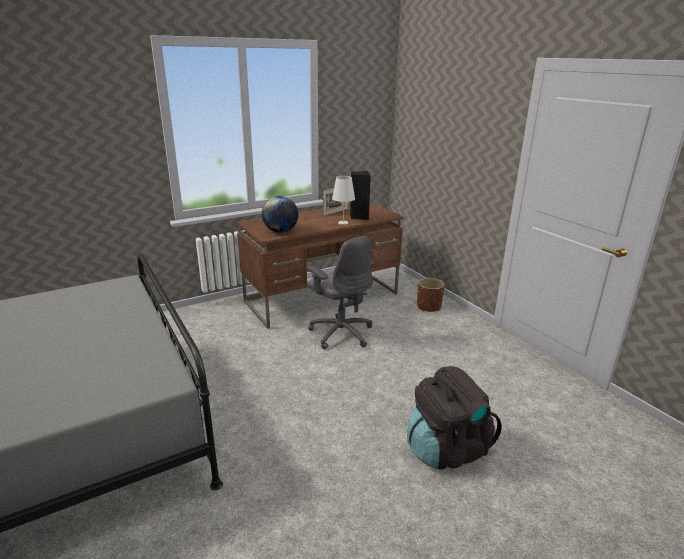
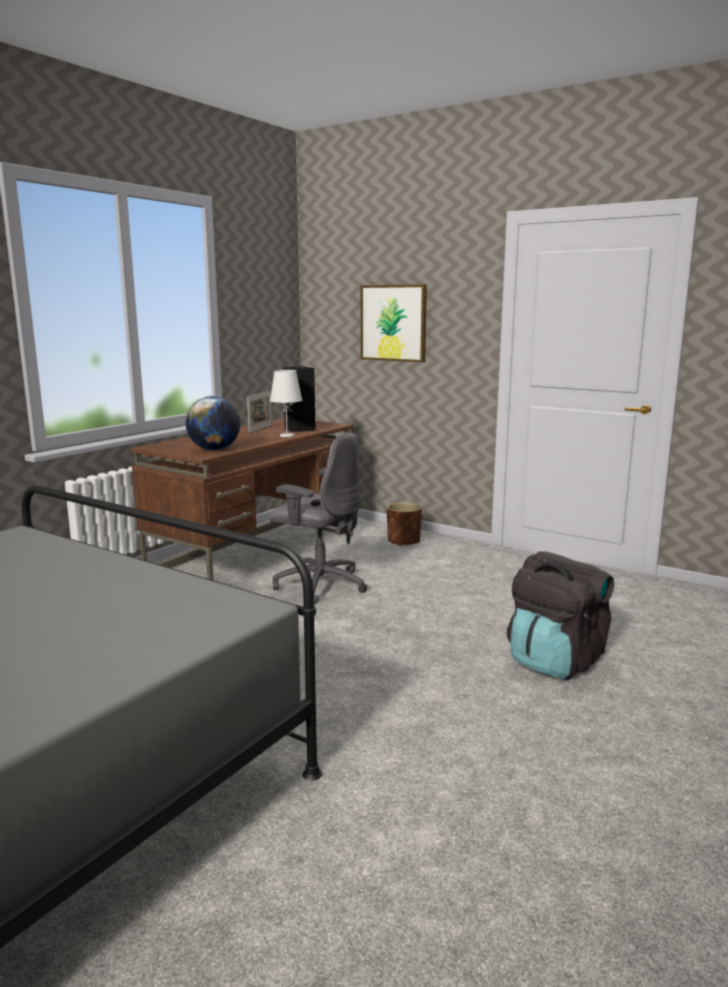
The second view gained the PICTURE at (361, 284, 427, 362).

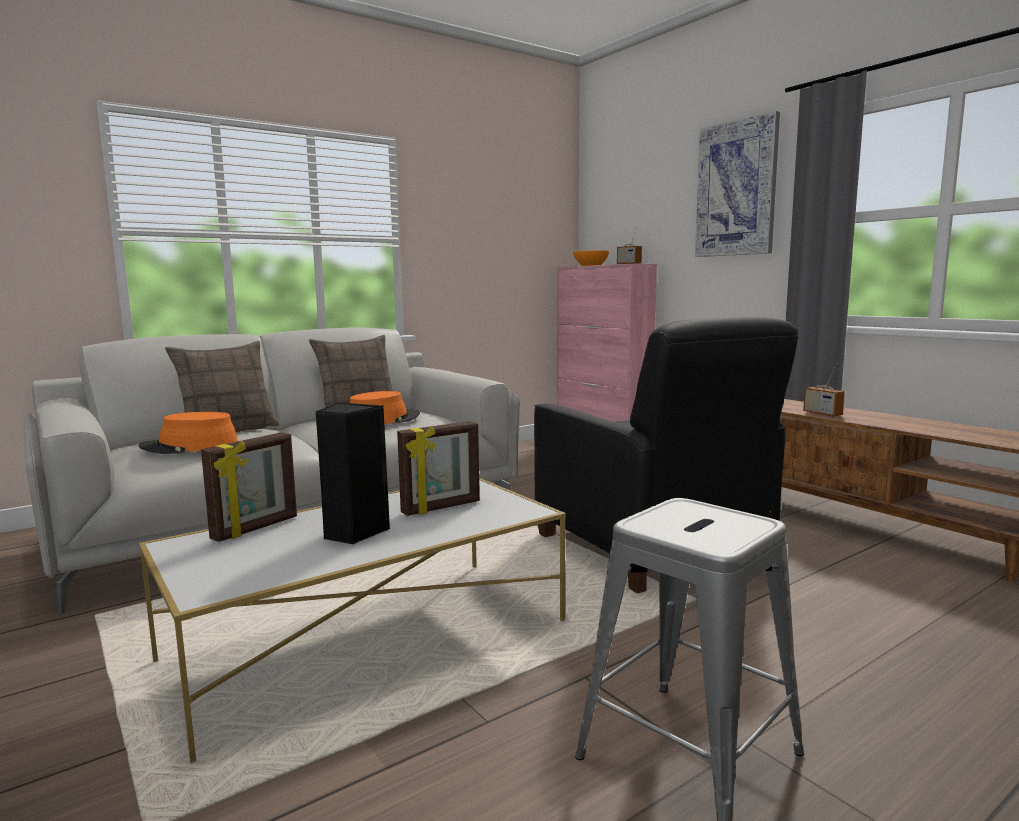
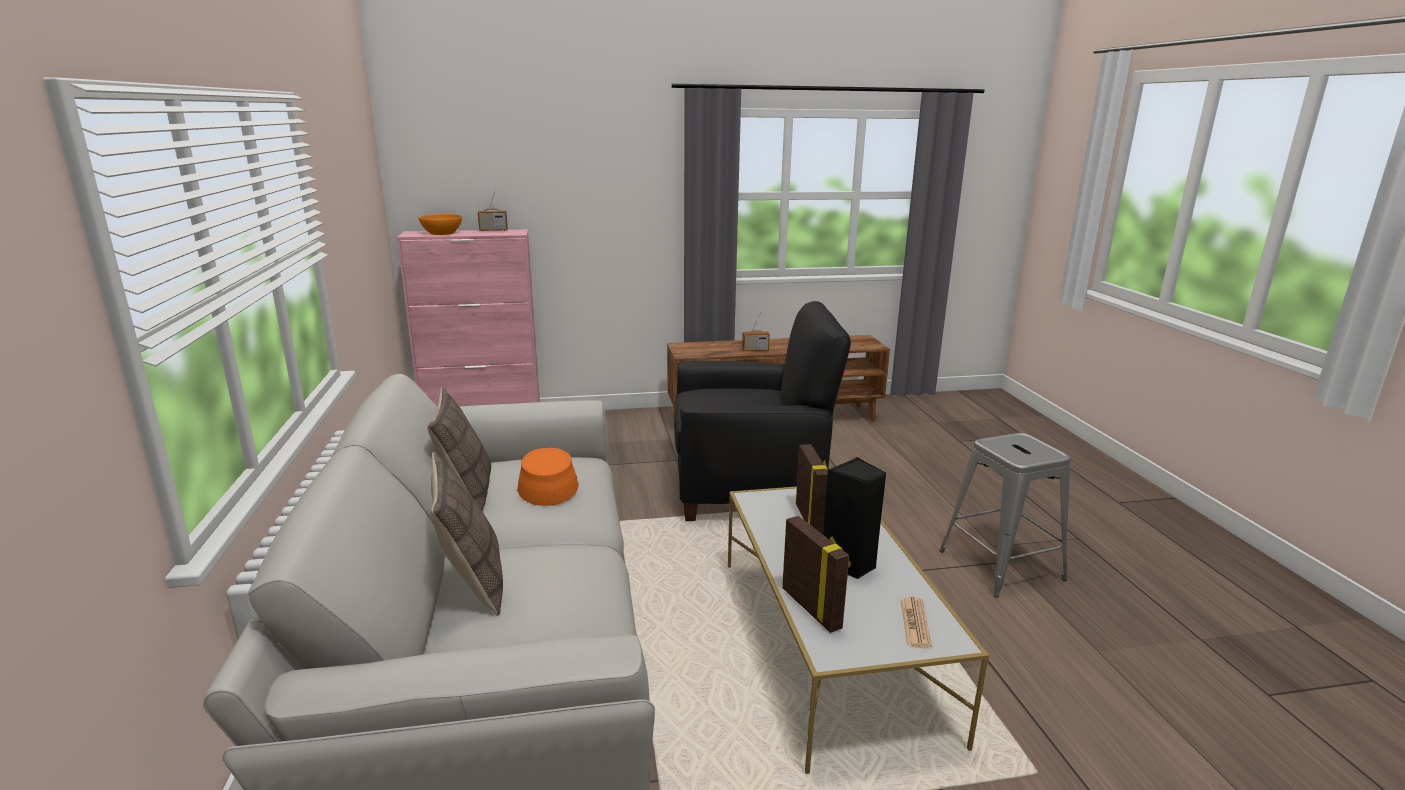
The second view lost the ORANGE HAT at (139, 412, 238, 454).
The second view lost the PICTURE at (695, 111, 780, 257).
The second view gained the NEWSPAPER at (901, 597, 932, 649).

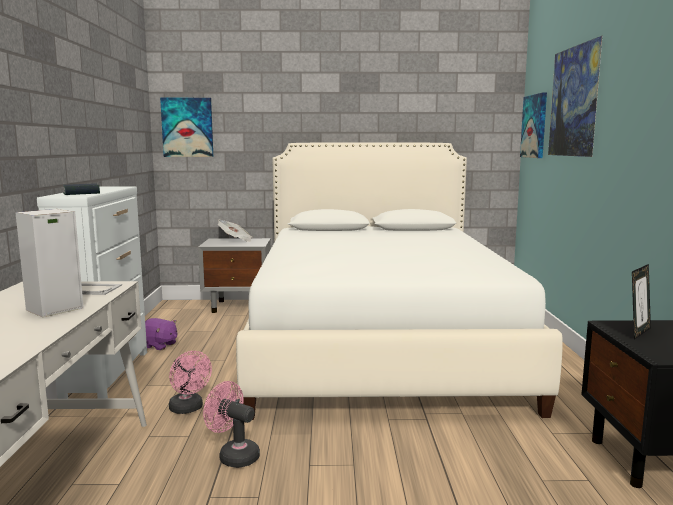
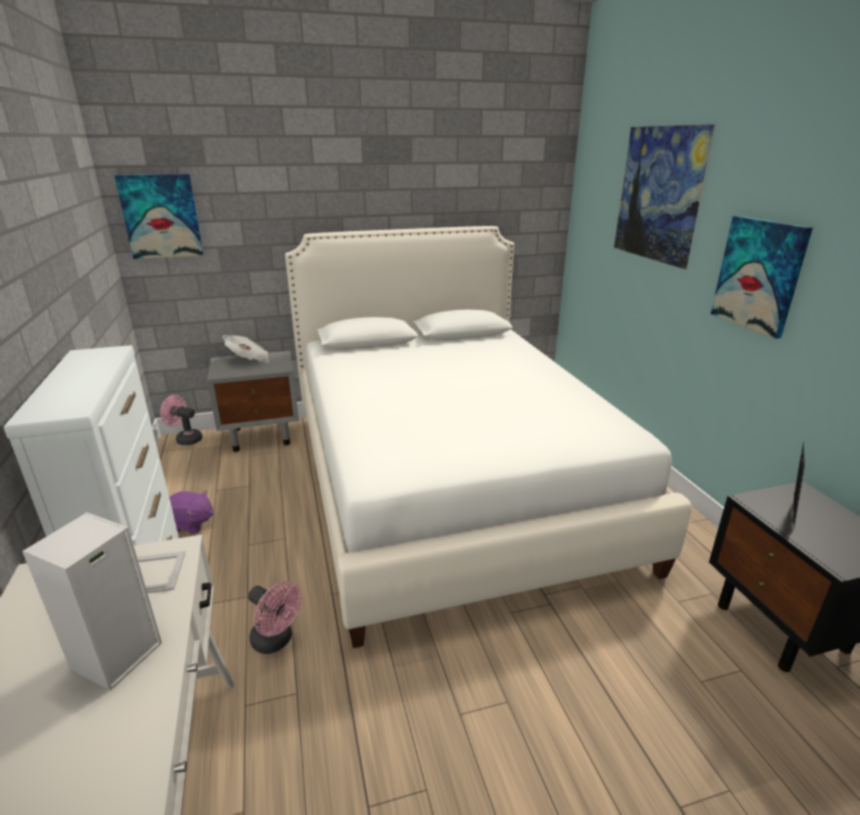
The second view lost the BOOK at (63, 183, 100, 195).
The PINK FAN ended up elsewhere, having gone from (203, 381, 260, 468) to (160, 395, 203, 445).
The PICTURE ended up elsewhere, having gone from (520, 92, 547, 158) to (711, 216, 813, 339).

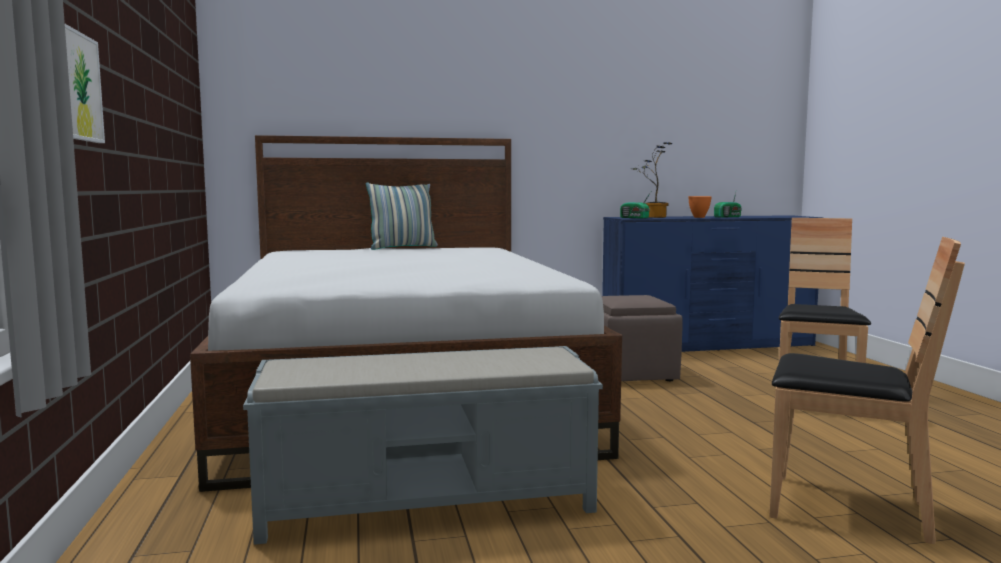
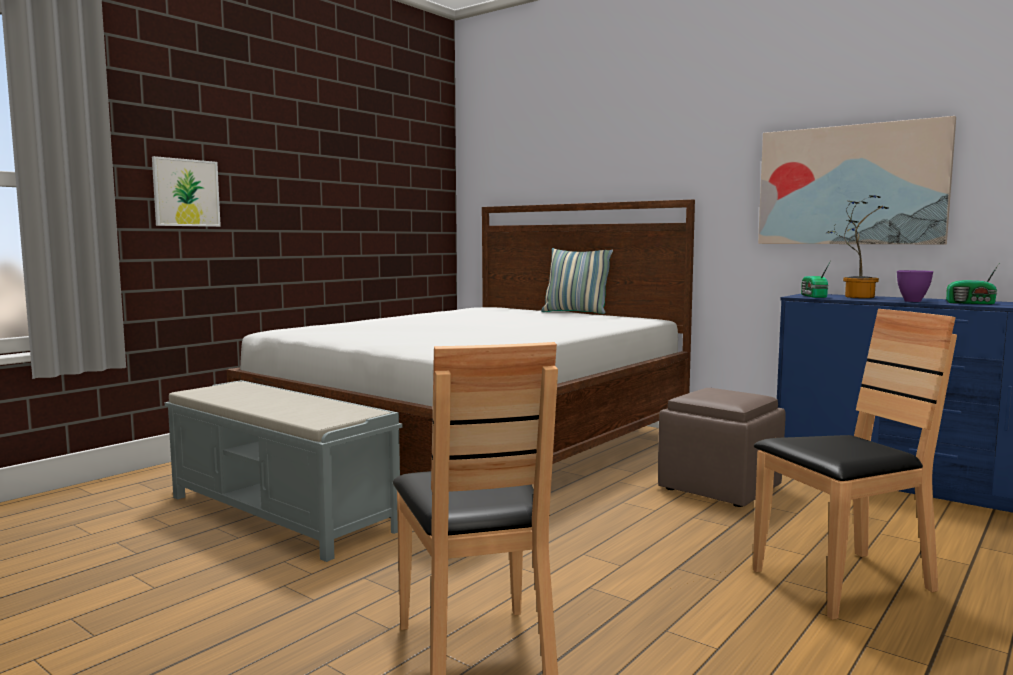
The second view gained the PICTURE at (758, 116, 956, 244).
What was the ORANGE BOWL at (688, 196, 711, 218) turned into the PURPLE BOWL at (897, 270, 933, 302).

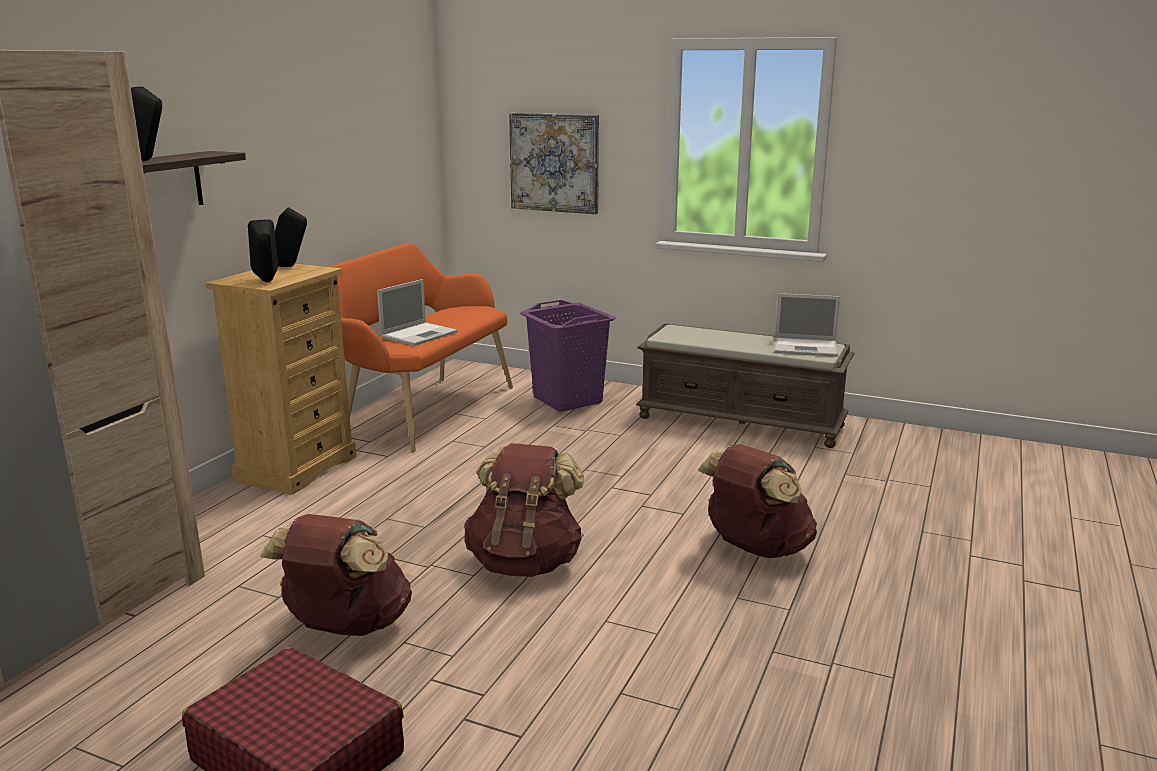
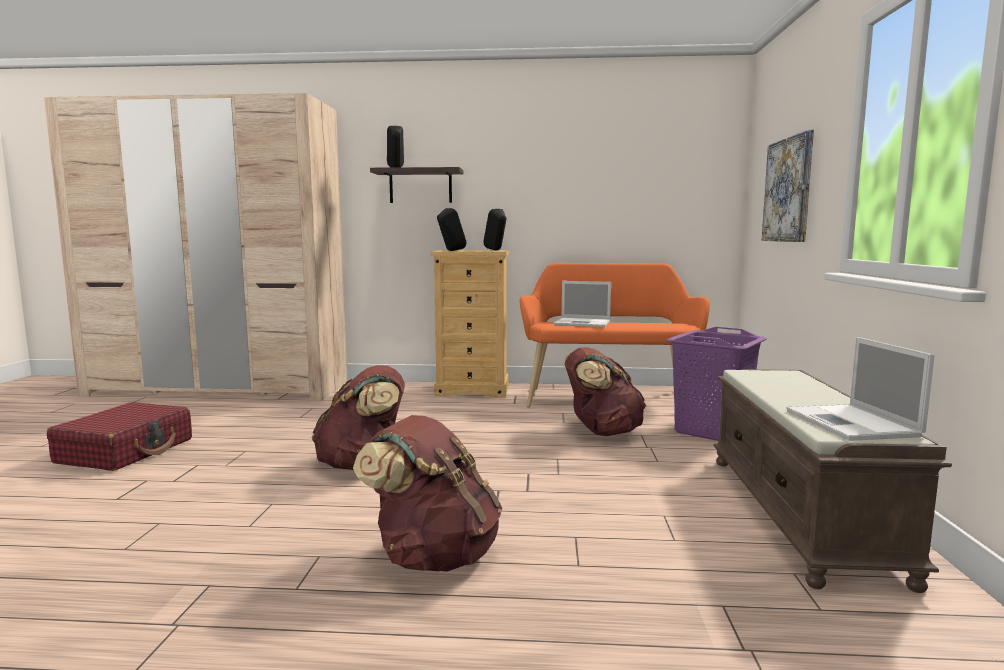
The BROWN BACKPACK ended up elsewhere, having gone from (260, 514, 412, 636) to (564, 347, 646, 436).

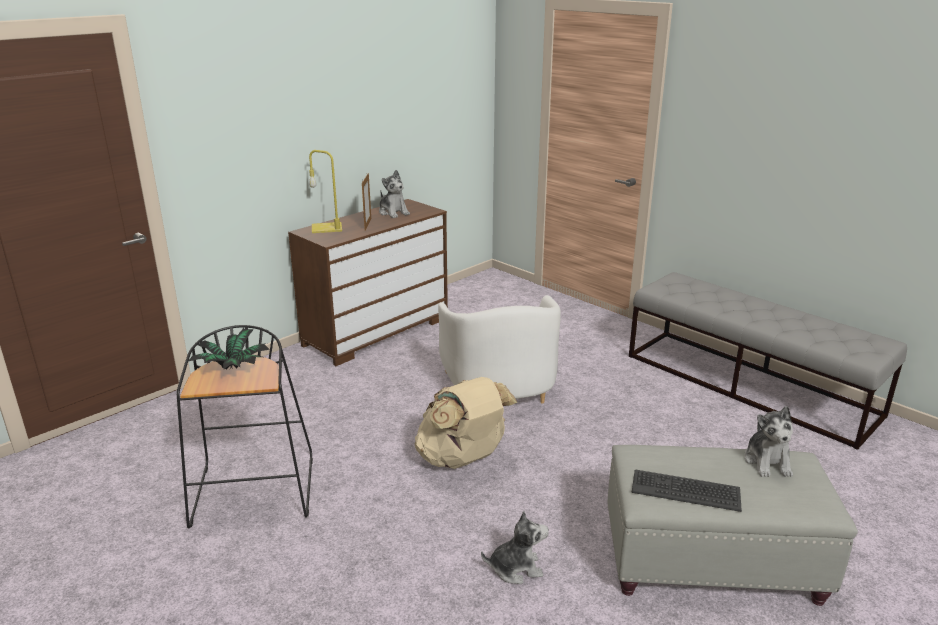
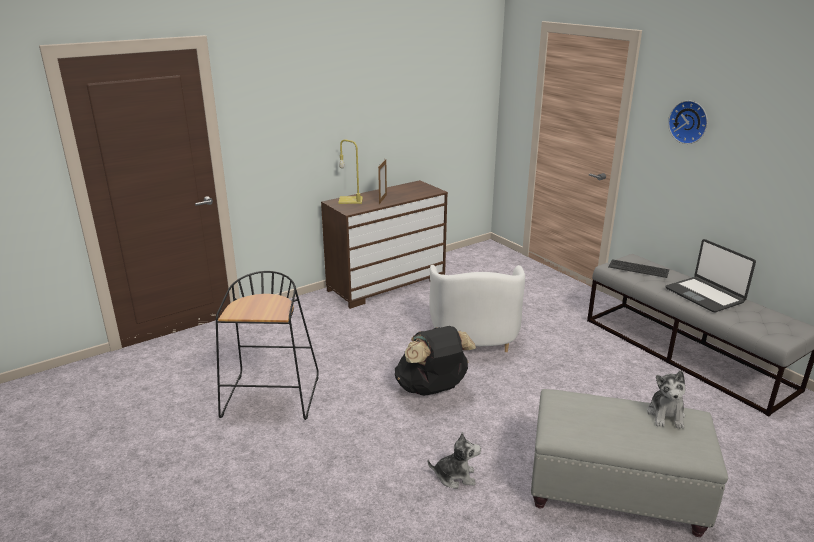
The second view lost the POTTED PLANT at (189, 328, 270, 370).
The second view lost the PLUSH TOY at (379, 170, 410, 218).
The second view gained the LAPTOP at (665, 239, 756, 312).
The second view gained the WALL CLOCK at (668, 100, 708, 144).
The KEYBOARD ended up elsewhere, having gone from (632, 469, 742, 512) to (609, 259, 669, 278).
What was the BEIGE BACKPACK at (414, 377, 517, 469) turned into the BLACK BACKPACK at (395, 326, 476, 396).

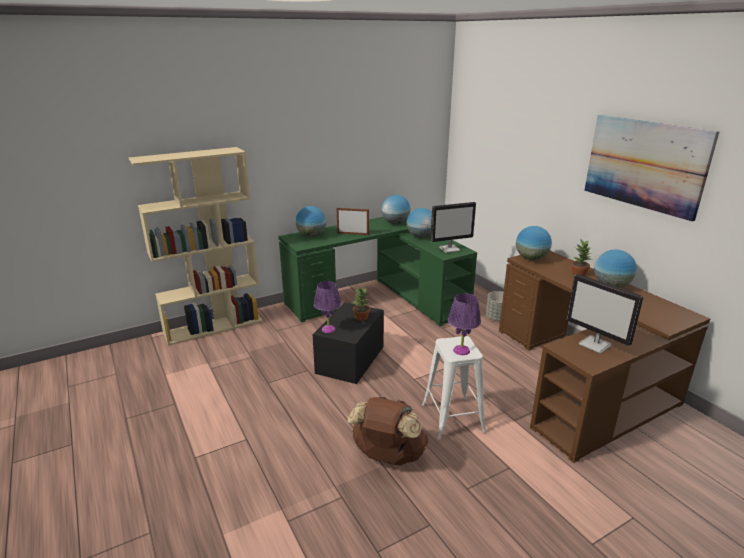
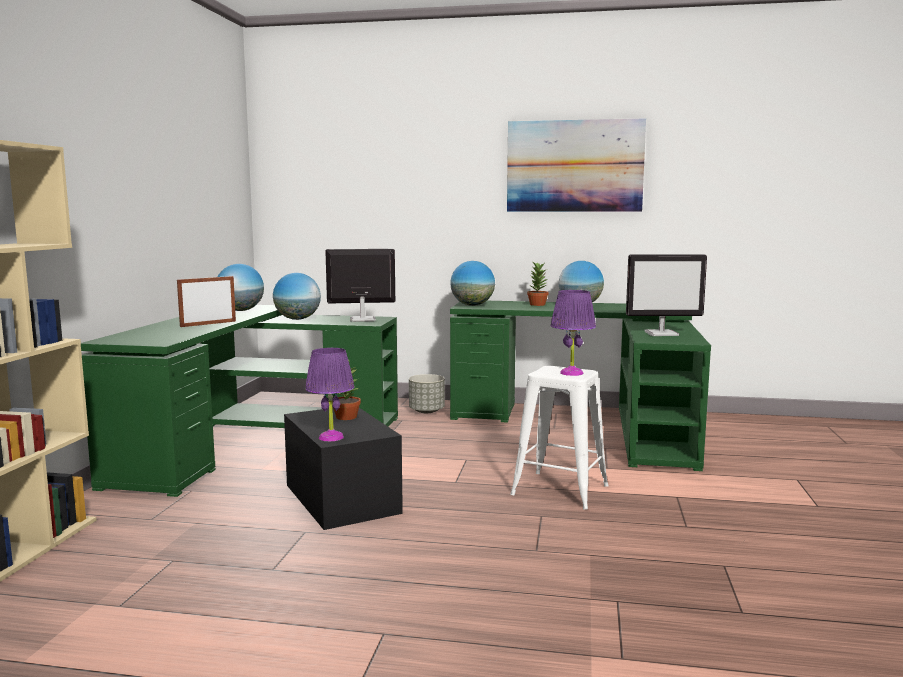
The second view lost the GLOBE at (295, 206, 326, 237).
The second view lost the BROWN BACKPACK at (348, 396, 428, 466).
What was the BROWN DESK at (499, 251, 710, 463) turned into the GREEN DESK at (450, 301, 711, 471).
The MONITOR at (431, 202, 476, 253) ended up facing another way, 120 degrees counterclockwise from before.

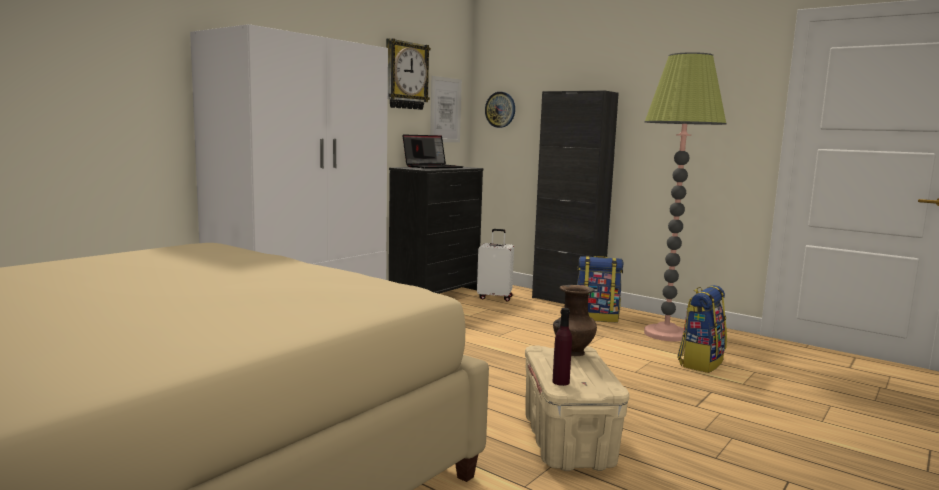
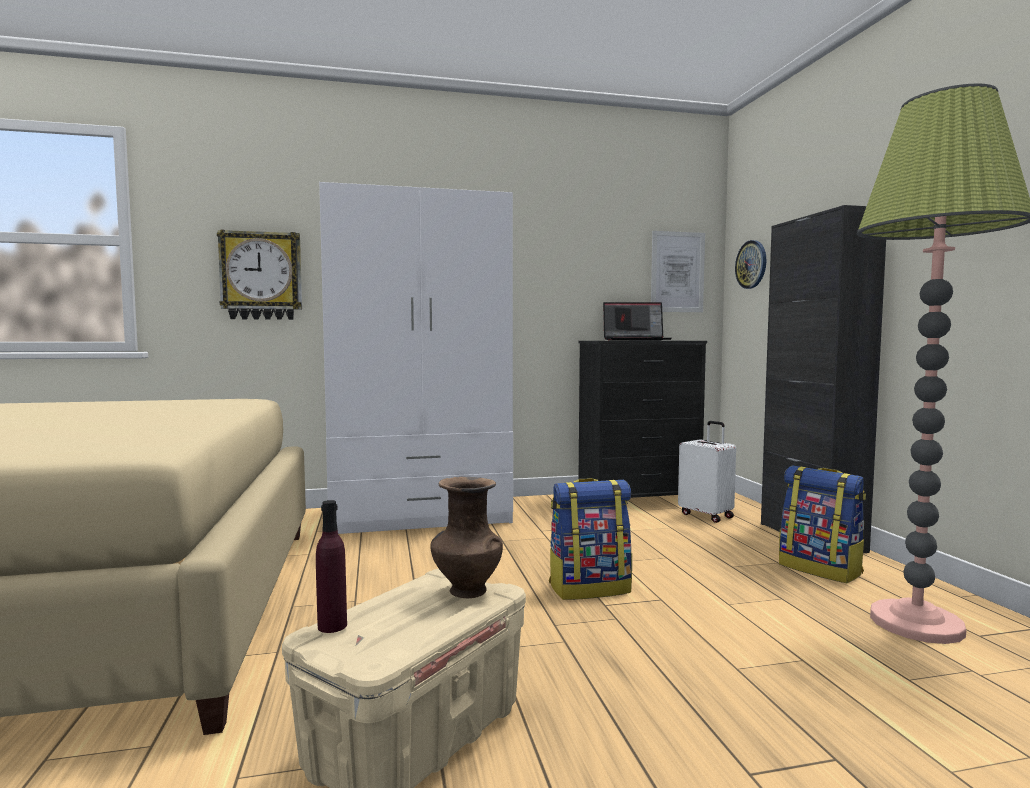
The WALL CLOCK ended up elsewhere, having gone from (386, 38, 431, 110) to (217, 229, 302, 320).
The BACKPACK ended up elsewhere, having gone from (677, 285, 727, 373) to (549, 478, 632, 600).

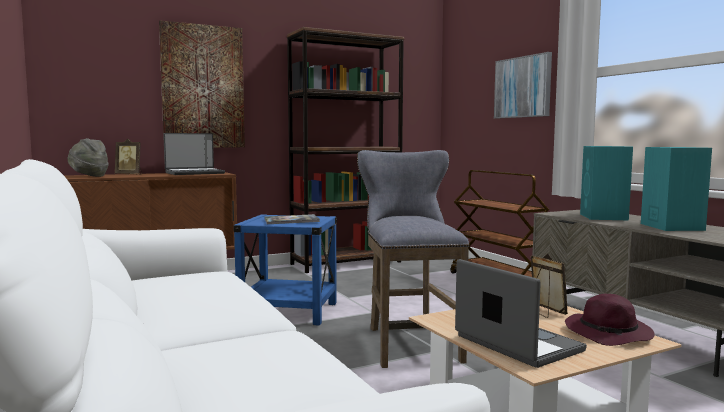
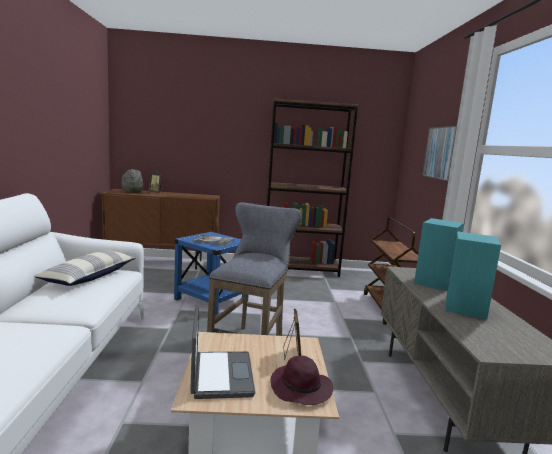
The second view lost the PICTURE at (159, 20, 245, 148).
The second view lost the LAPTOP at (163, 133, 225, 175).
The second view gained the PILLOW at (34, 250, 136, 286).

